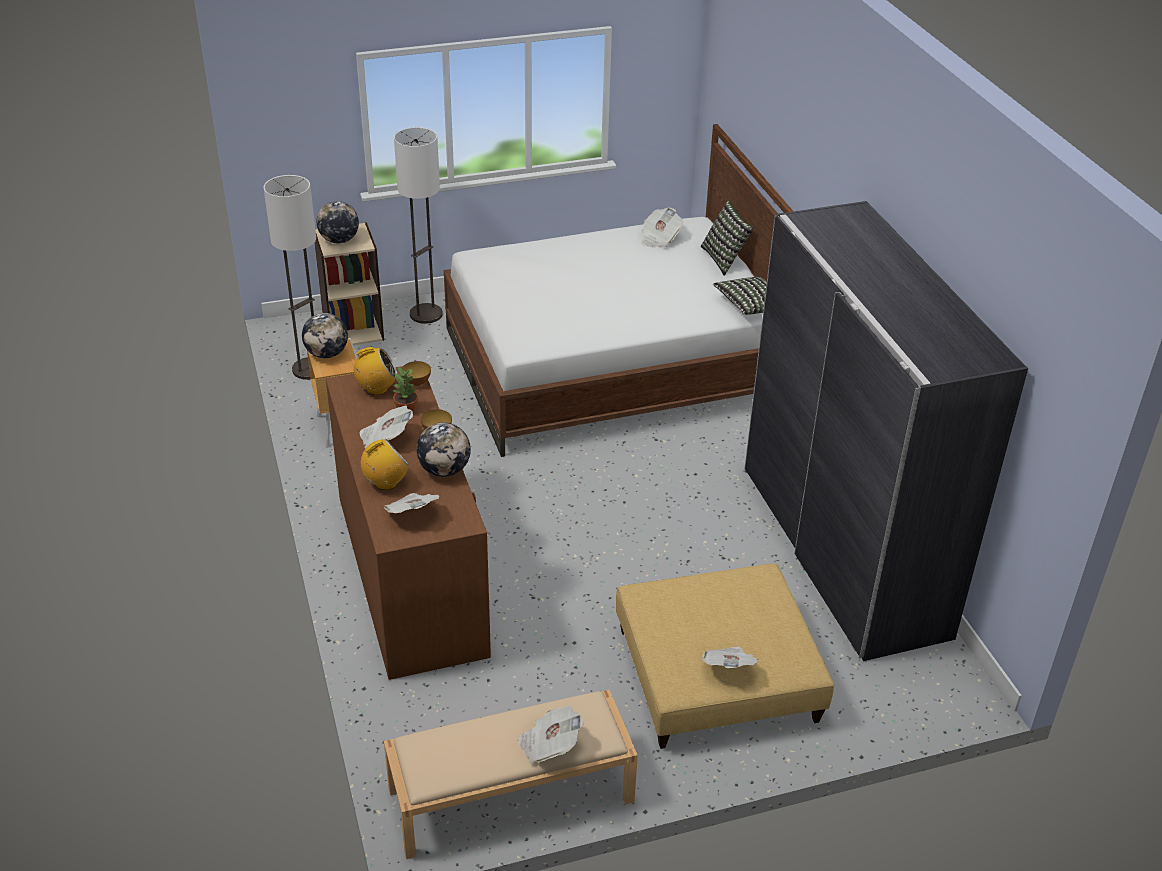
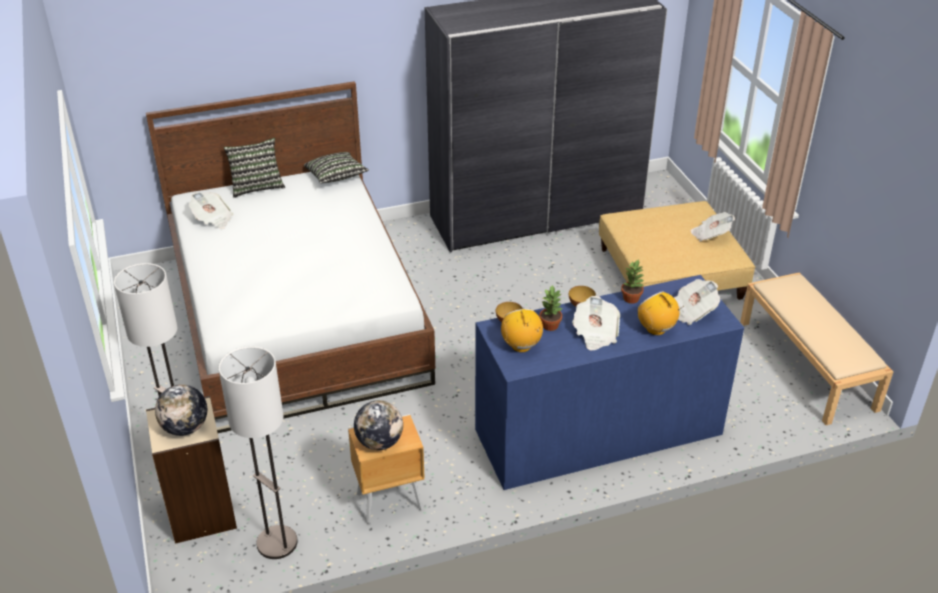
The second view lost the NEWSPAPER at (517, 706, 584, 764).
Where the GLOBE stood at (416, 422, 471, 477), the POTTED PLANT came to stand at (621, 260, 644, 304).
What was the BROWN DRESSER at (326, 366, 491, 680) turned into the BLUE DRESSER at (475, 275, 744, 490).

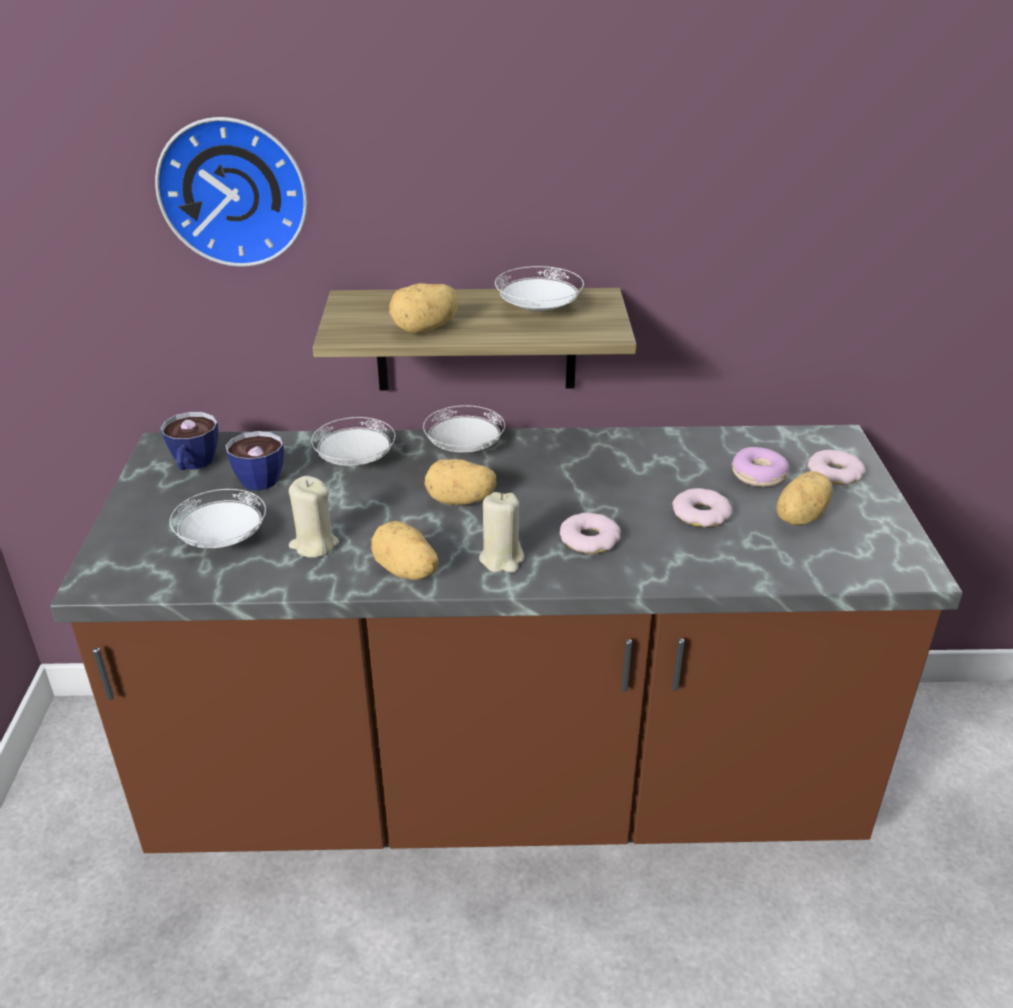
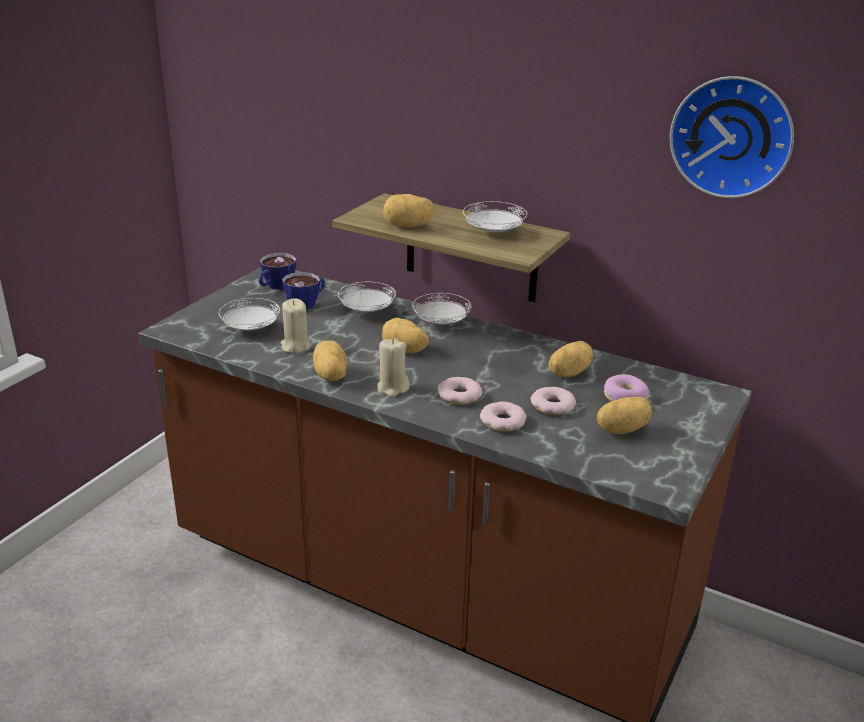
The second view gained the POTATO at (549, 341, 593, 377).
The WALL CLOCK ended up elsewhere, having gone from (155, 117, 307, 267) to (670, 76, 794, 198).
The DONUT ended up elsewhere, having gone from (808, 450, 866, 485) to (480, 402, 527, 432).

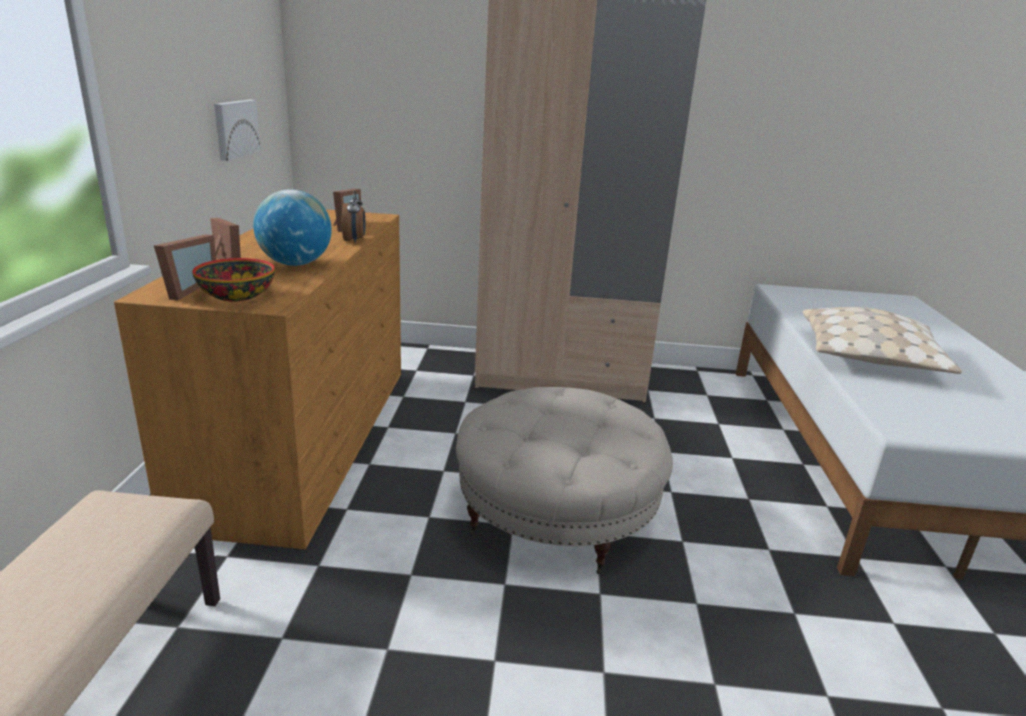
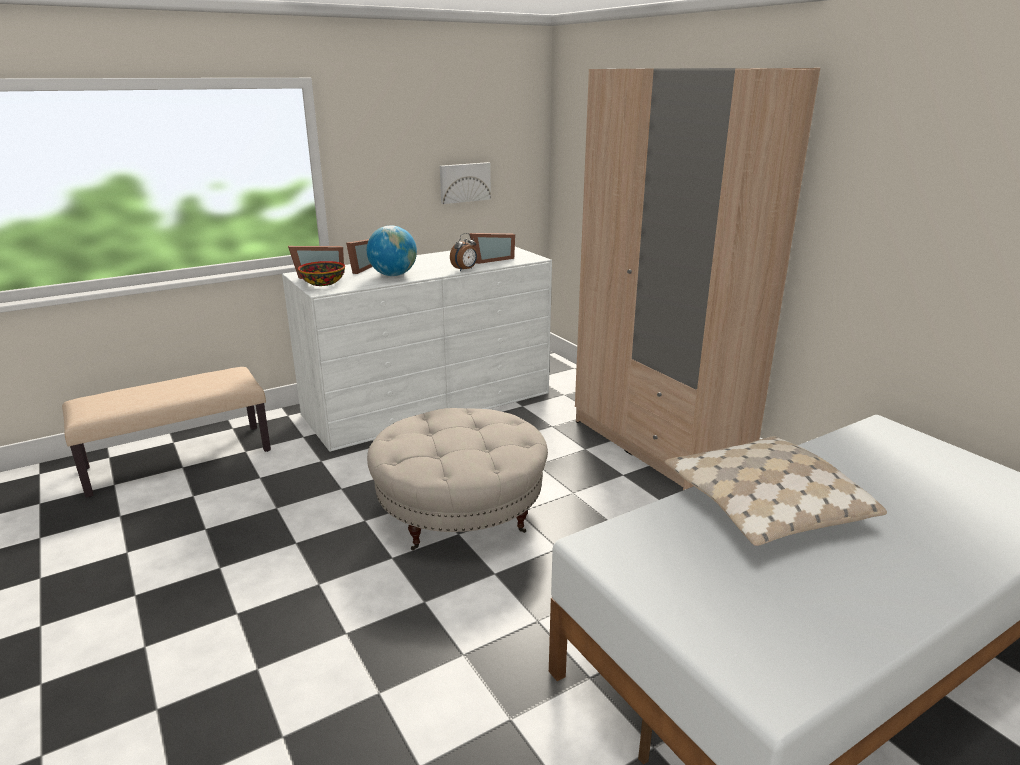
What was the BROWN DRESSER at (114, 209, 401, 549) turned into the WHITE DRESSER at (282, 247, 552, 452).

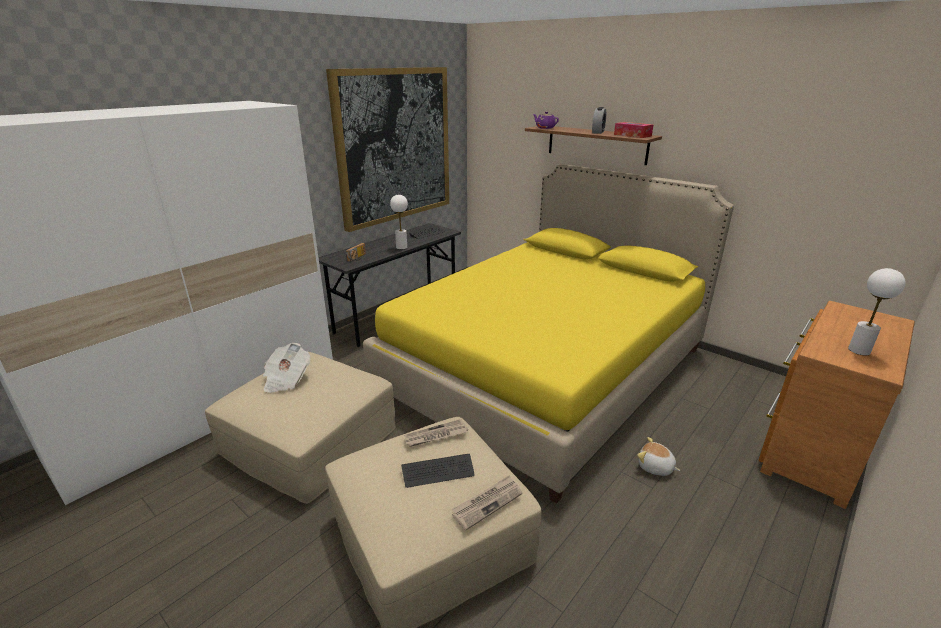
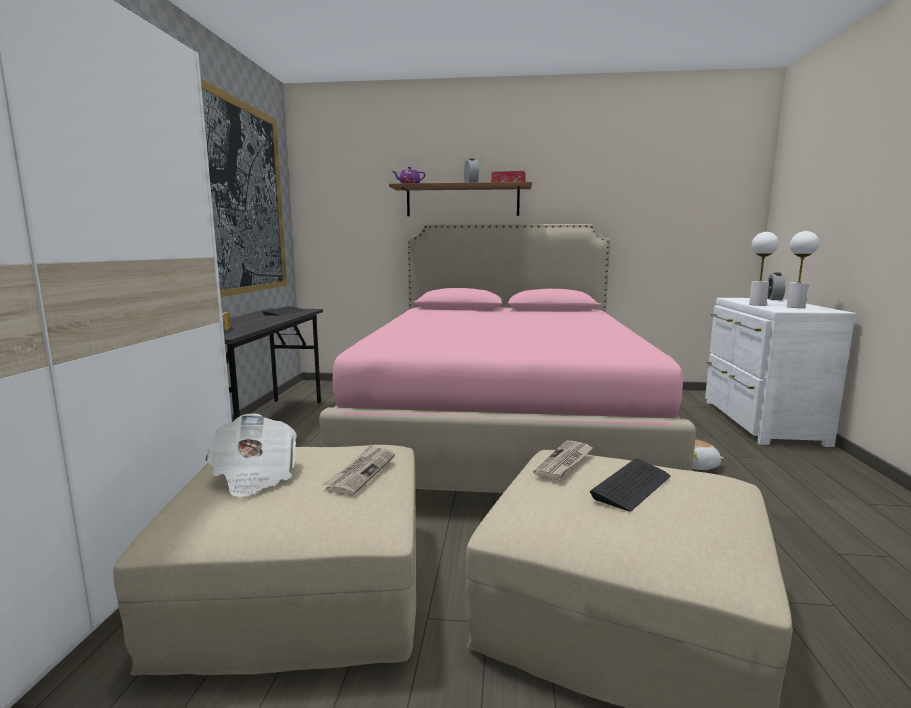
The second view gained the ALARM CLOCK at (767, 272, 786, 300).
The WHITE TABLE LAMP ended up elsewhere, having gone from (390, 195, 408, 249) to (749, 232, 779, 306).
The NEWSPAPER ended up elsewhere, having gone from (452, 475, 522, 531) to (322, 445, 395, 496).
What was the YELLOW BED at (363, 164, 734, 504) turned into the PINK BED at (319, 224, 696, 493).
What was the BROWN DRESSER at (759, 301, 915, 509) turned into the WHITE DRESSER at (705, 298, 856, 447).

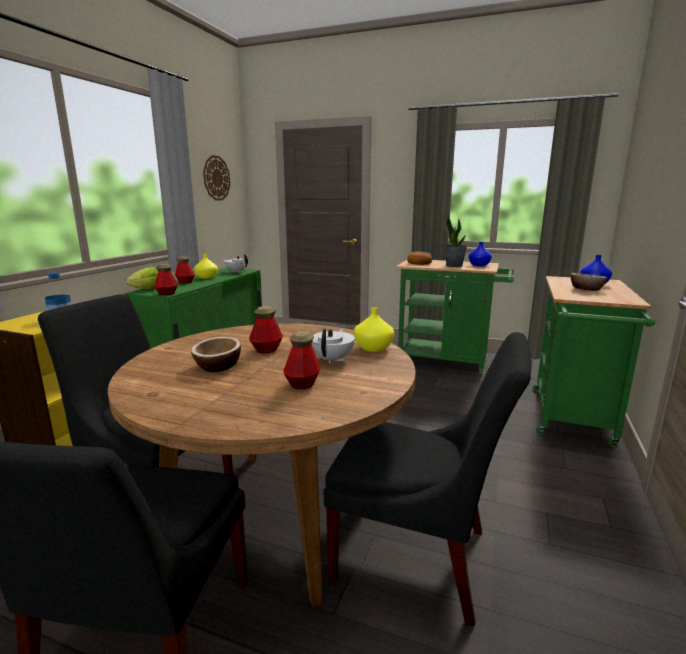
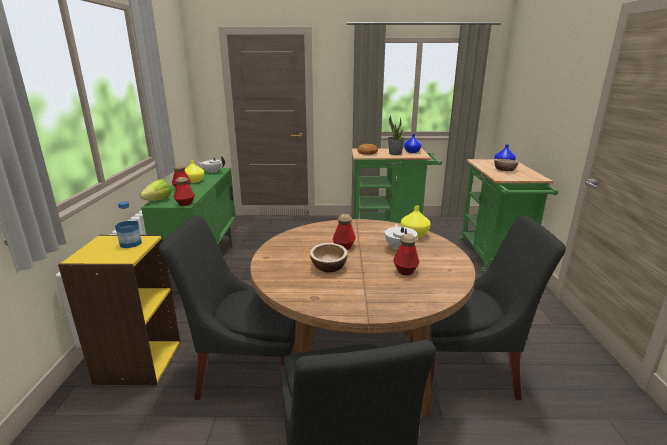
The second view lost the WALL CLOCK at (203, 155, 230, 201).

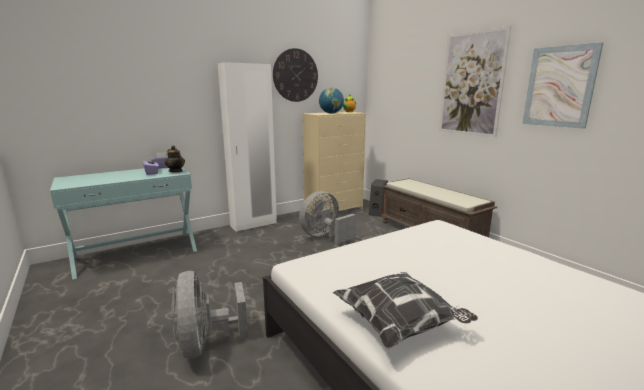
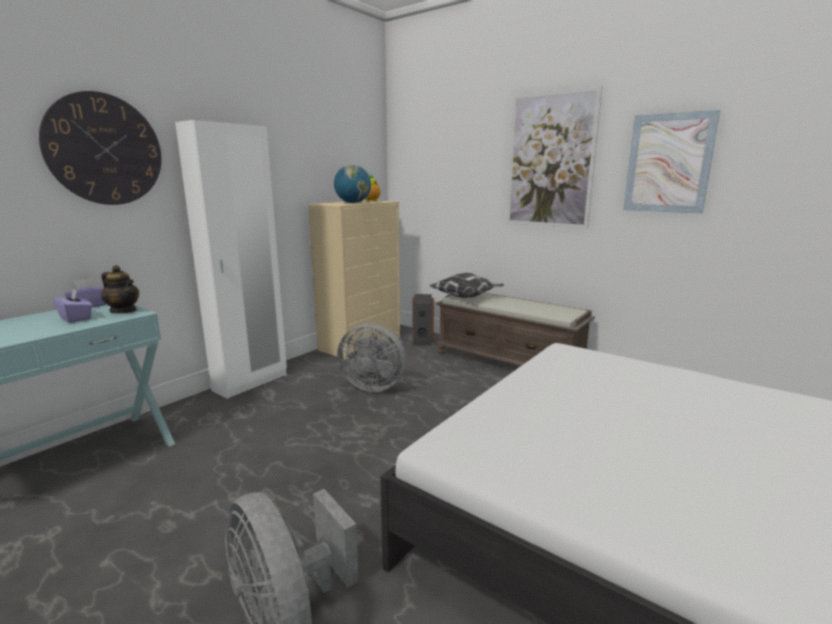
The WALL CLOCK ended up elsewhere, having gone from (273, 48, 318, 102) to (39, 91, 162, 205).
The PILLOW ended up elsewhere, having gone from (333, 272, 478, 349) to (430, 273, 504, 298).
The GREY FAN at (299, 191, 356, 244) ended up facing another way, 105 degrees counterclockwise from before.

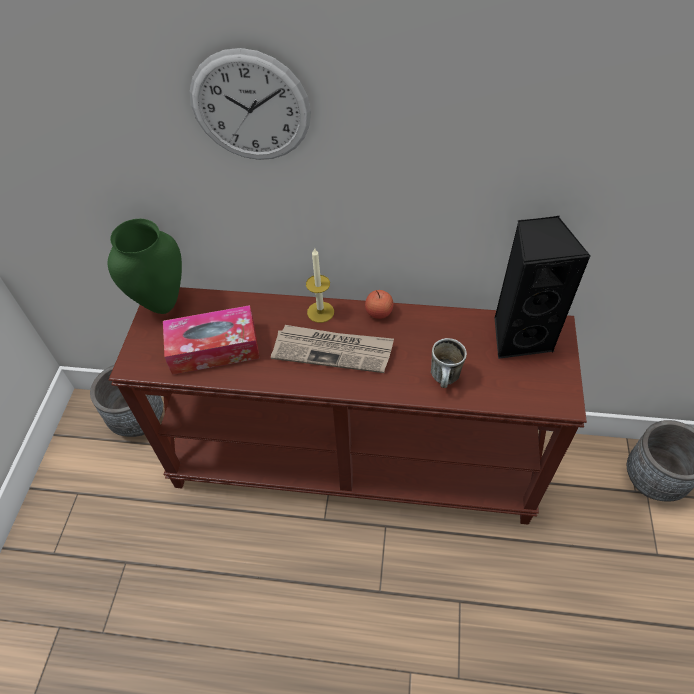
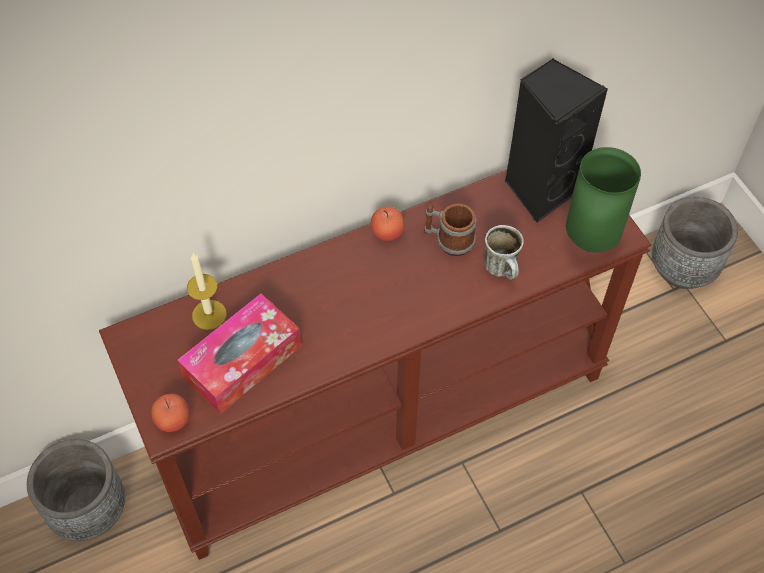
The second view lost the WALL CLOCK at (189, 48, 311, 160).
The second view lost the NEWSPAPER at (271, 325, 394, 373).
The second view gained the APPLE at (151, 394, 190, 432).
The second view gained the MUG at (423, 203, 477, 256).
The GREEN VASE ended up elsewhere, having gone from (108, 219, 182, 314) to (566, 147, 641, 253).
The CANDLE ended up elsewhere, having gone from (306, 247, 334, 323) to (187, 253, 227, 330).

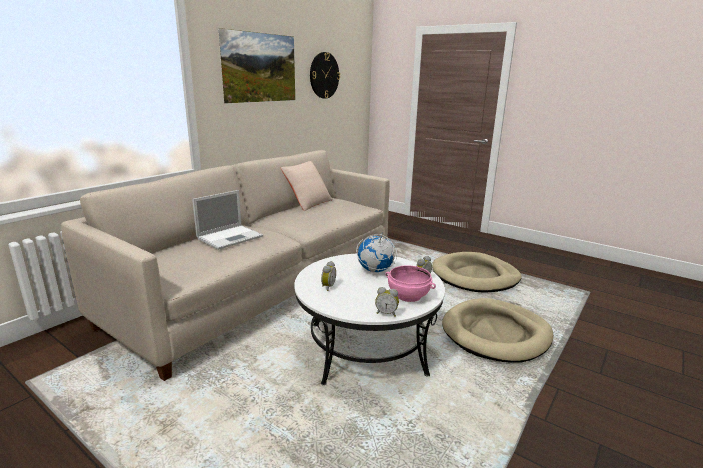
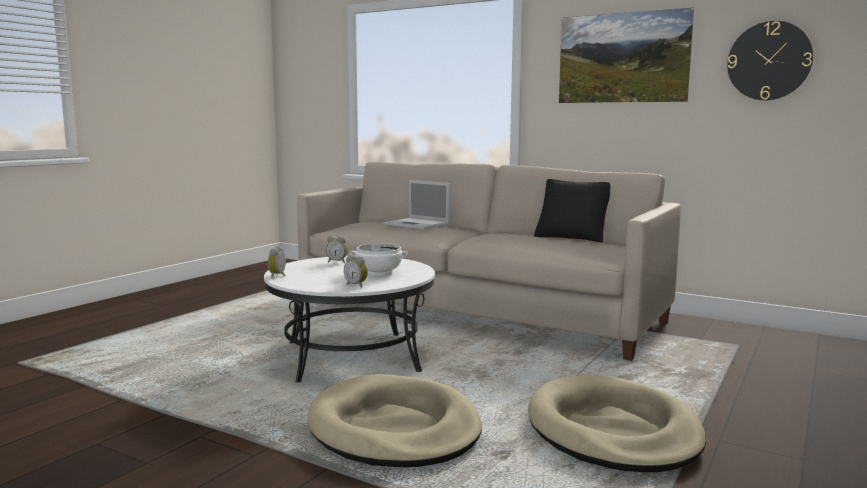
The second view lost the PINK BOWL at (385, 265, 436, 302).
Where the GLOBE stood at (356, 231, 397, 272), the WHITE BOWL came to stand at (350, 243, 408, 276).
What was the BEIGE PILLOW at (281, 161, 333, 211) turned into the BLACK PILLOW at (534, 179, 610, 243).

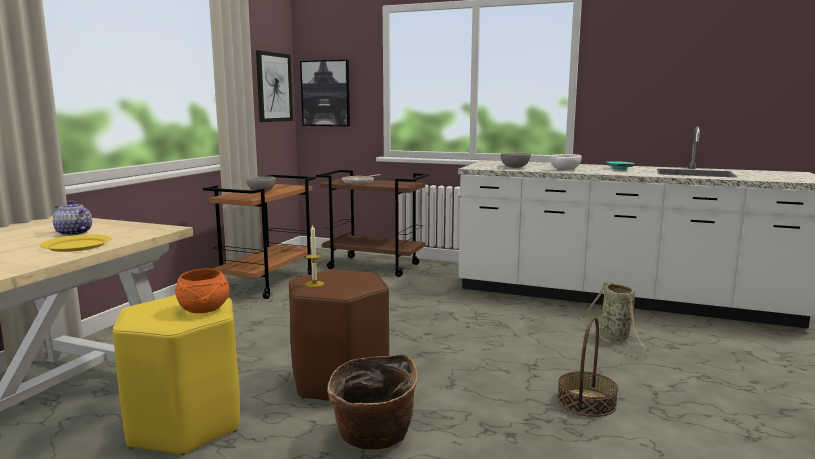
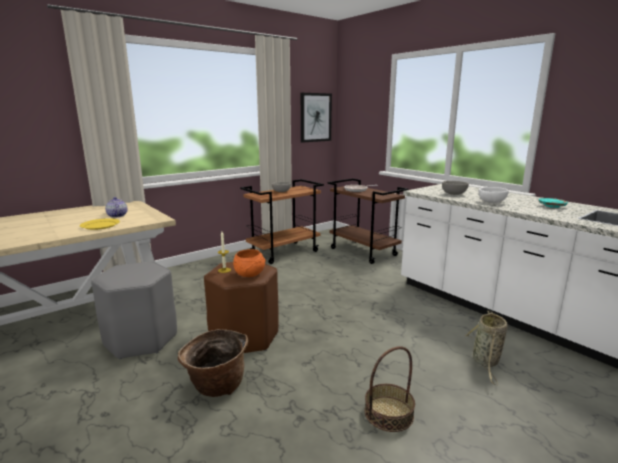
The second view lost the PICTURE at (300, 60, 350, 126).
The ORANGE BOWL ended up elsewhere, having gone from (175, 268, 229, 313) to (233, 249, 266, 277).
What was the YELLOW STOOL at (113, 295, 240, 455) turned into the GREY STOOL at (91, 262, 177, 360).

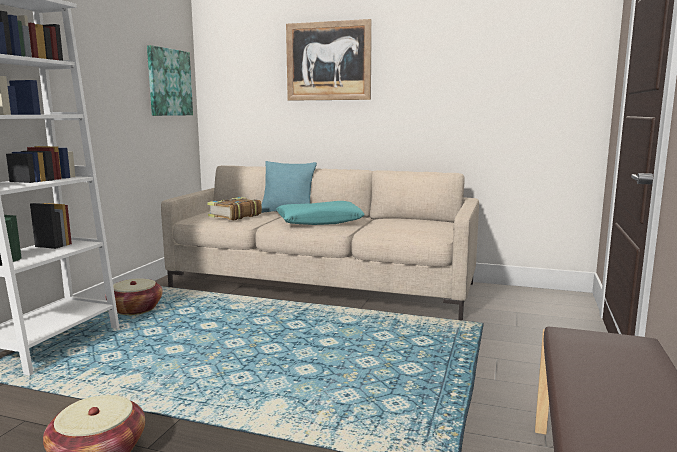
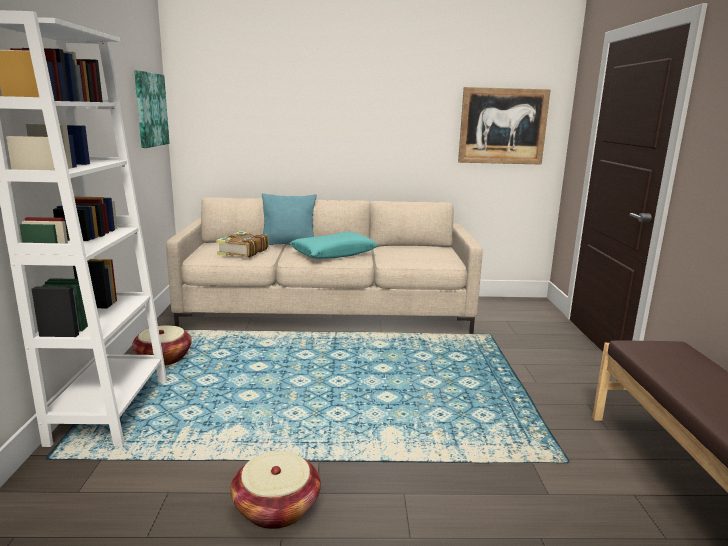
The PICTURE ended up elsewhere, having gone from (286, 19, 372, 101) to (458, 87, 551, 165).

